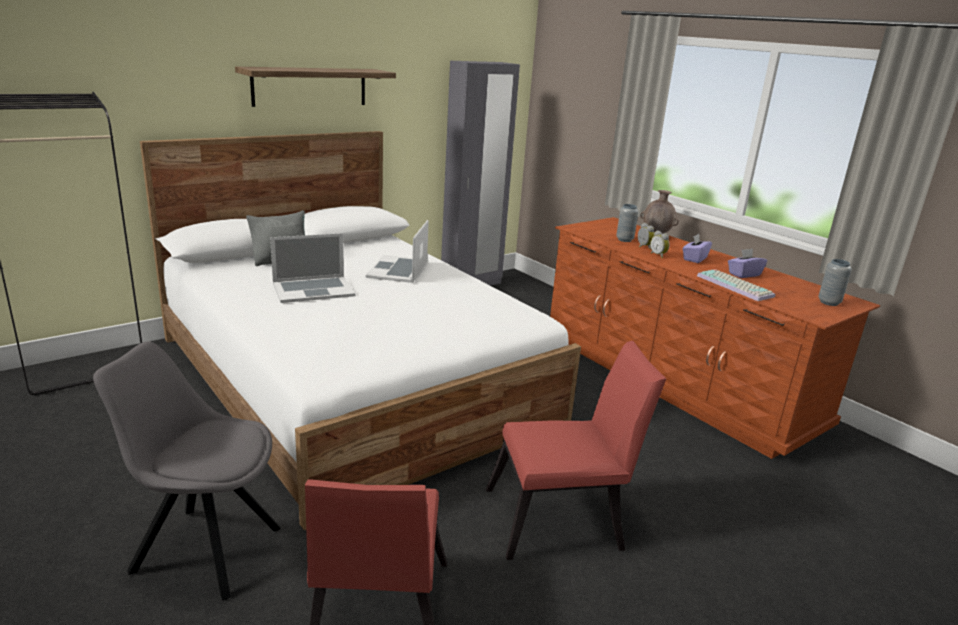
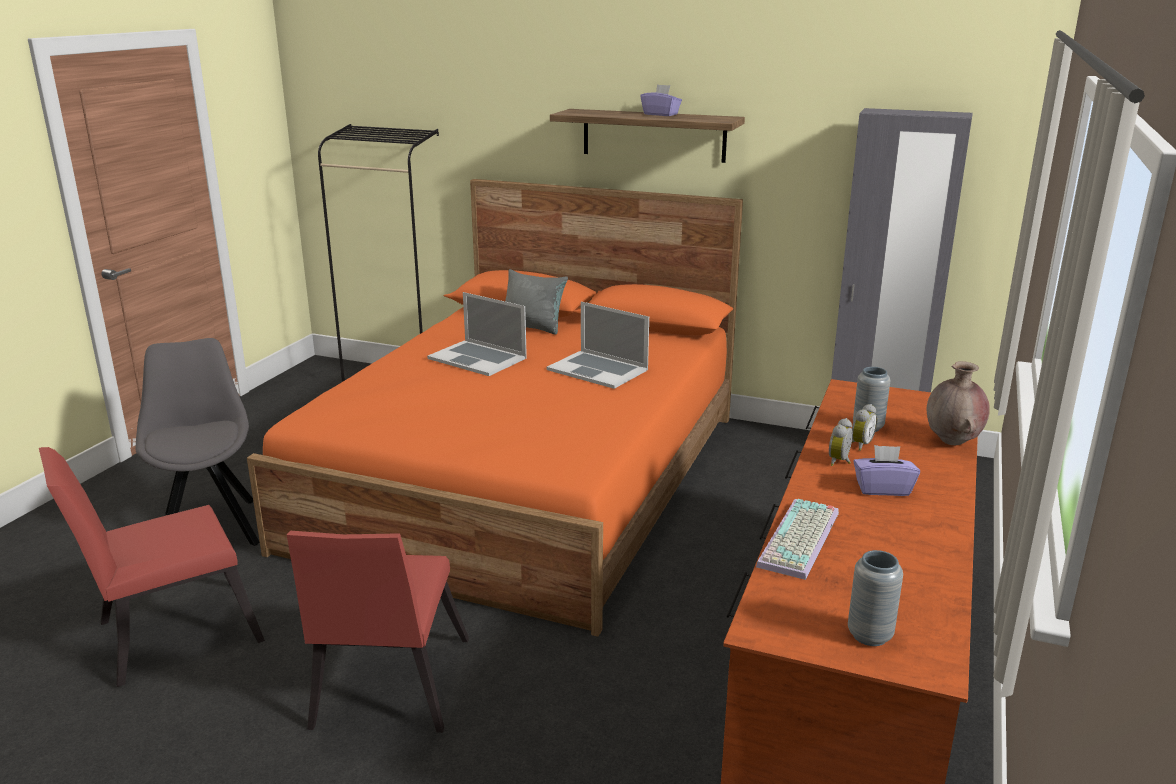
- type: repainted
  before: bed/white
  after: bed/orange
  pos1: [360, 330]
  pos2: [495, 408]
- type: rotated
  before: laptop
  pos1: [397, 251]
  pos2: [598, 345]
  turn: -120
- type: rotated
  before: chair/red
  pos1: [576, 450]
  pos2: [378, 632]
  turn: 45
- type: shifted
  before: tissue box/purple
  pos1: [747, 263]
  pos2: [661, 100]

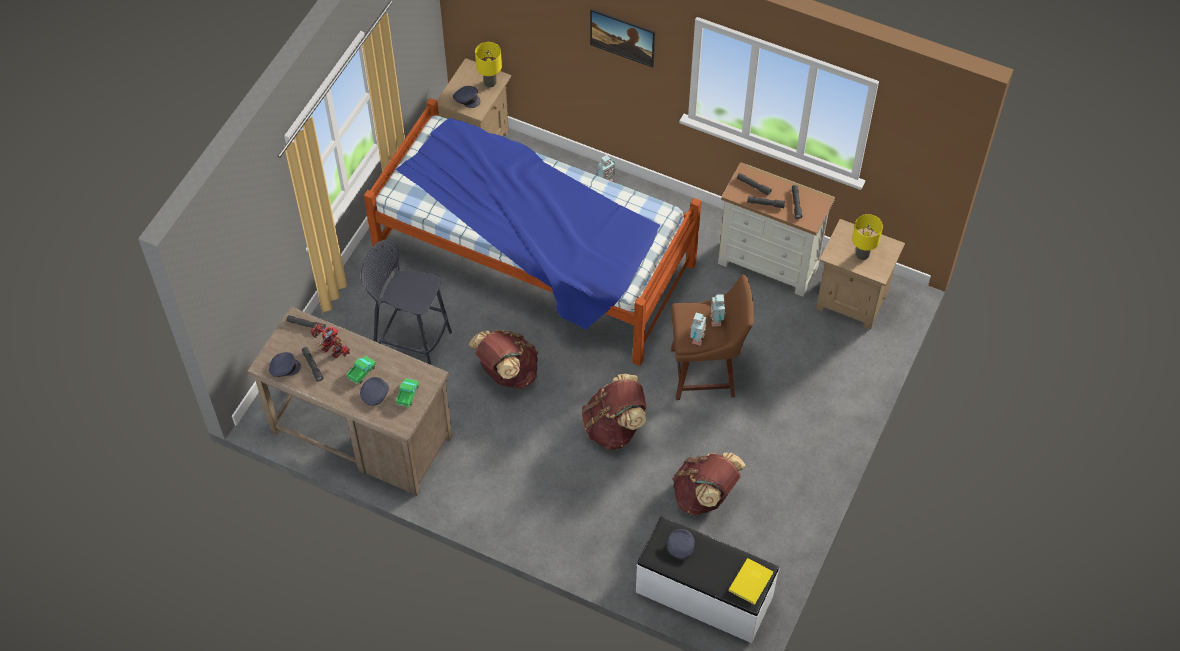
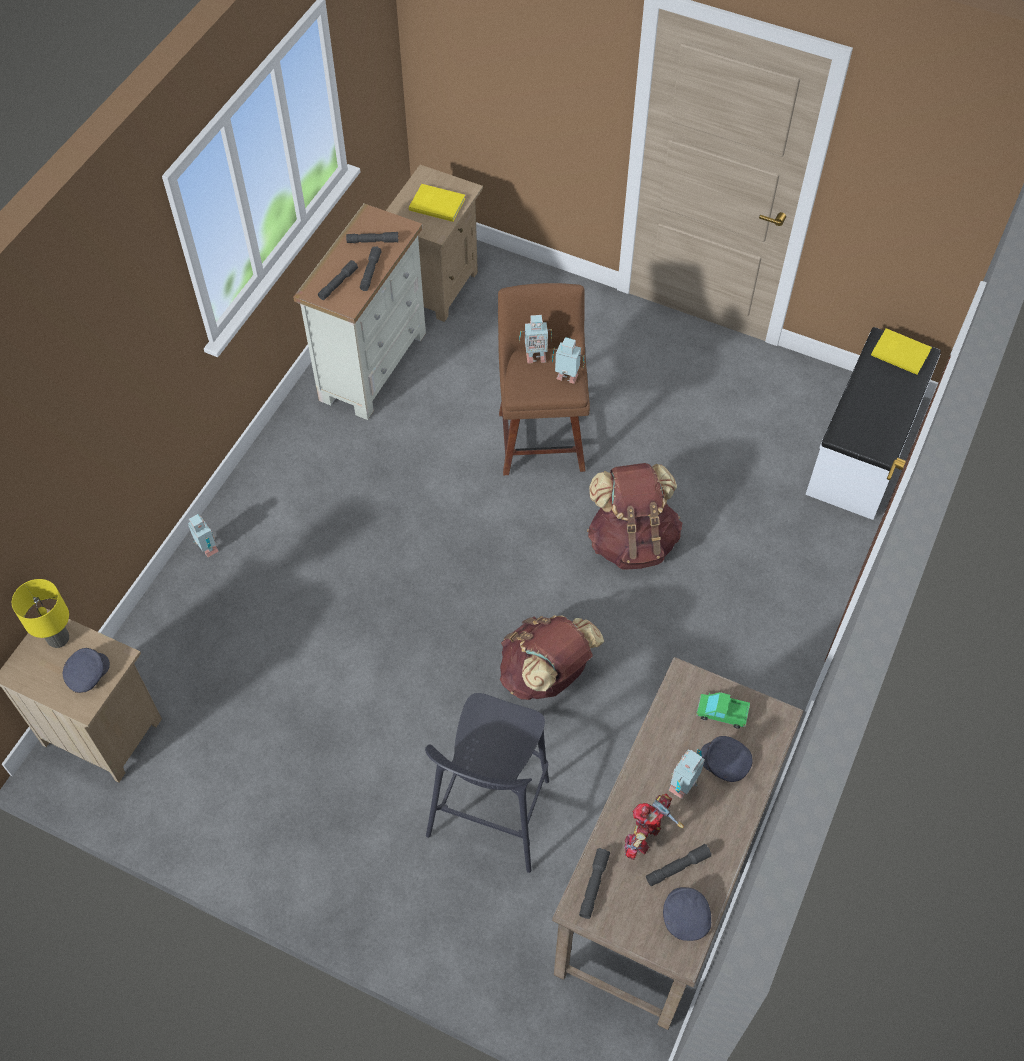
- type: swapped
  before: toy truck
  after: toy robot
  pos1: [361, 370]
  pos2: [686, 774]
- type: gone
  before: bed
  pos1: [532, 232]
- type: gone
  before: picture
  pos1: [622, 38]
- type: gone
  before: cap/grey
  pos1: [681, 544]
- type: gone
  before: backpack/brown
  pos1: [709, 484]
- type: swapped
  before: table lamp/yellow
  after: book/yellow
  pos1: [867, 237]
  pos2: [437, 203]

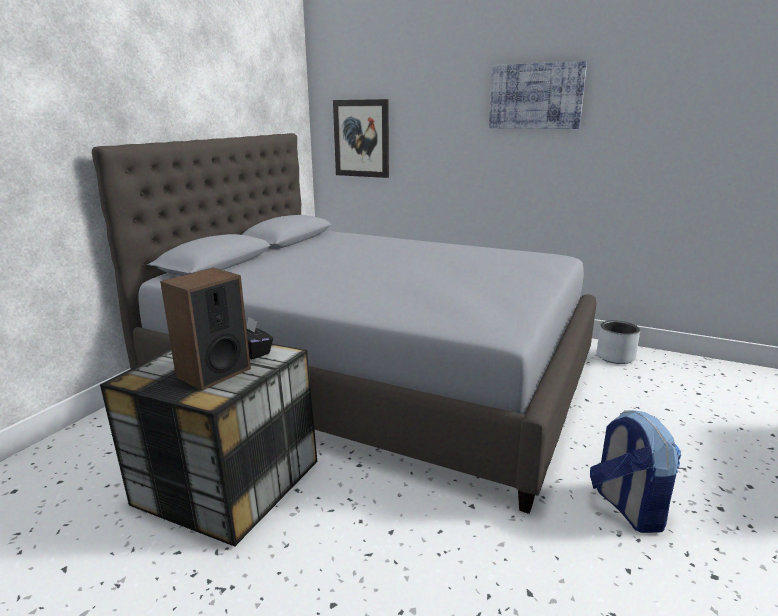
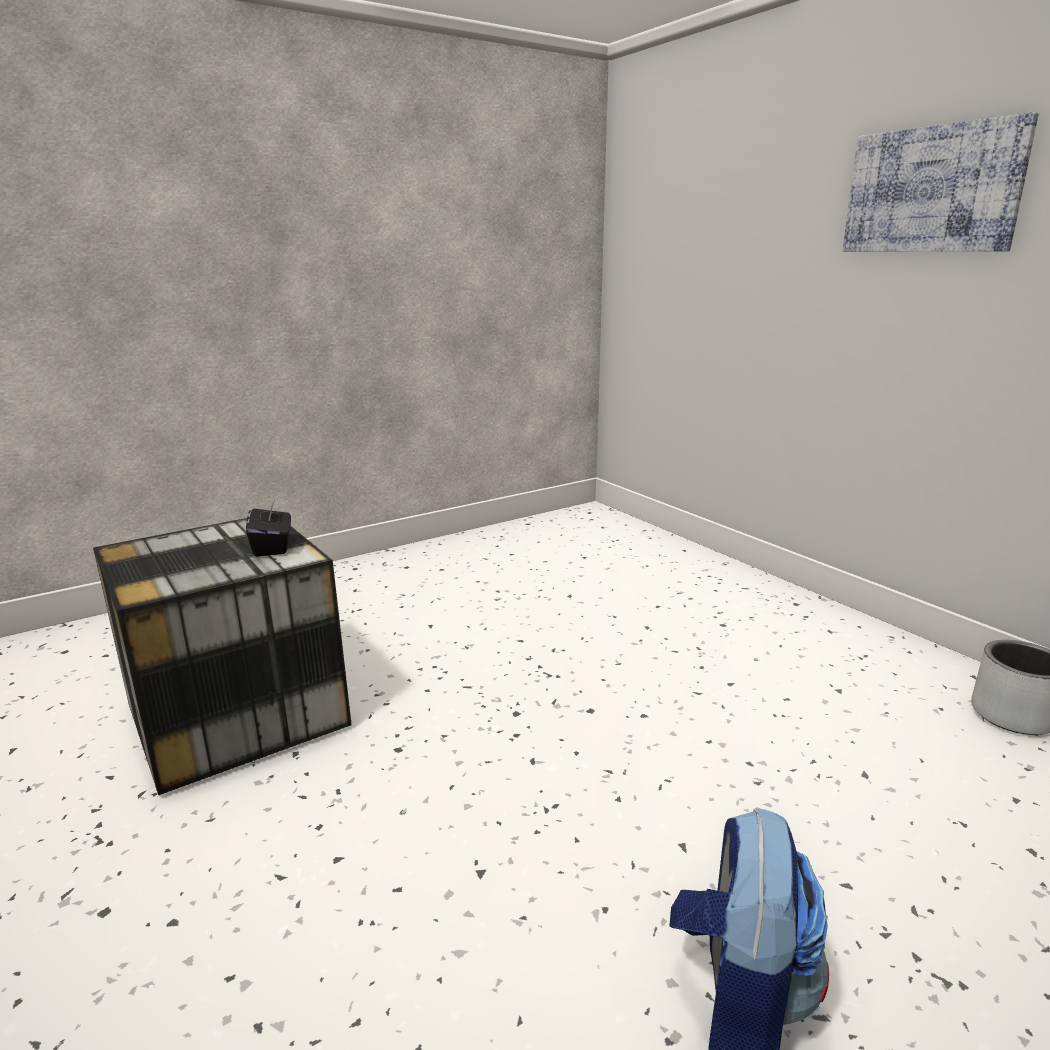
- type: gone
  before: bed/grey
  pos1: [344, 323]
- type: gone
  before: speaker
  pos1: [205, 329]
- type: gone
  before: picture
  pos1: [361, 138]

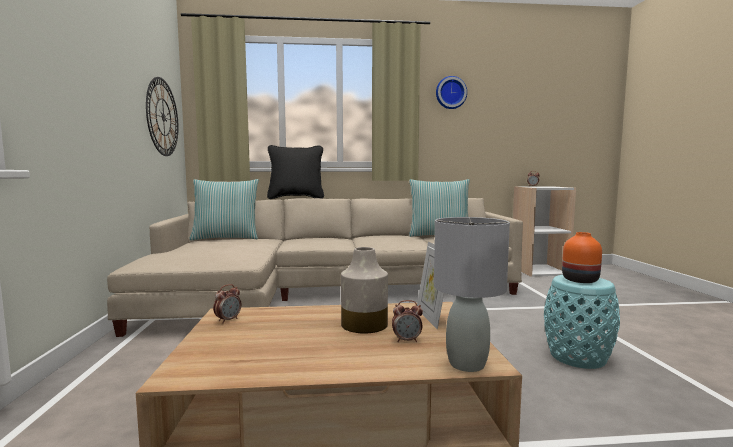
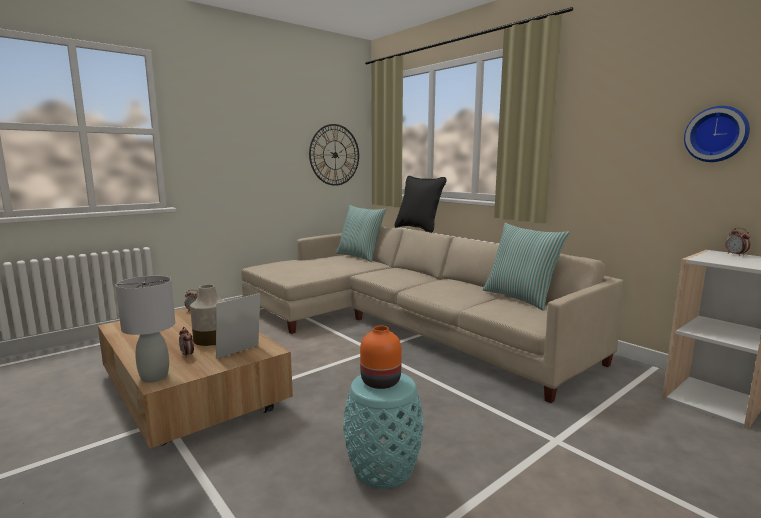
- type: shifted
  before: wall clock
  pos1: [451, 92]
  pos2: [717, 134]

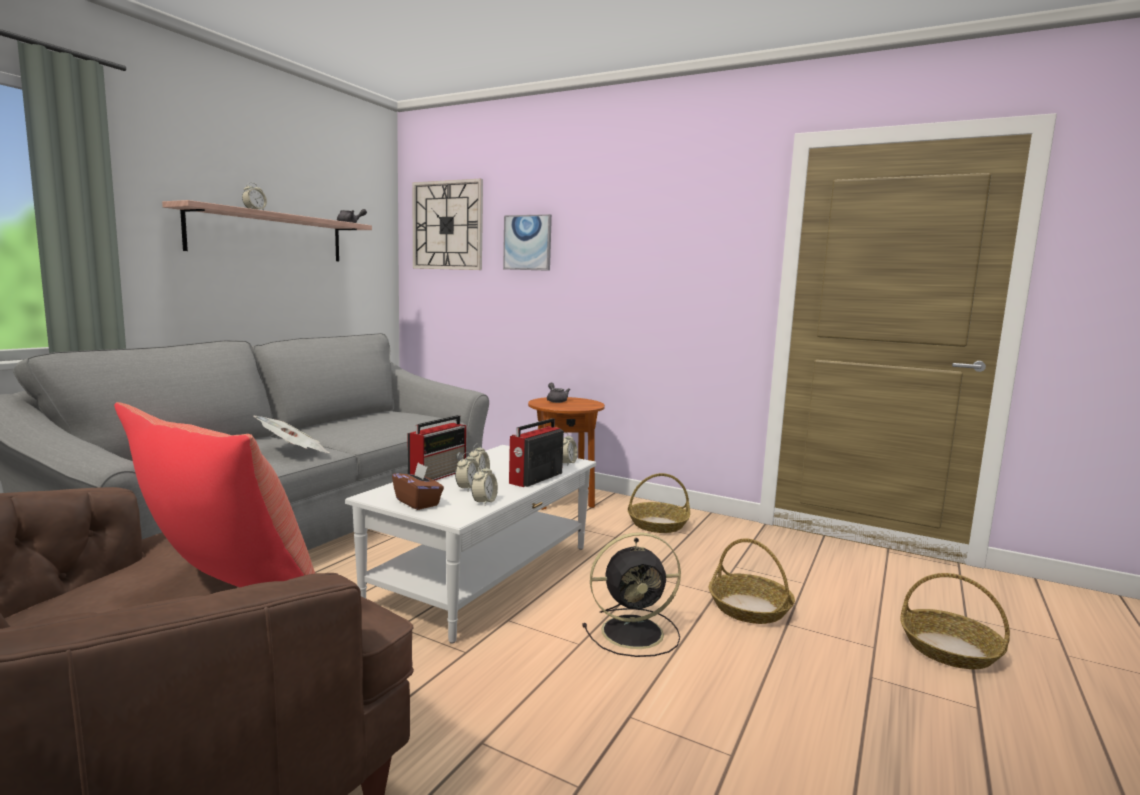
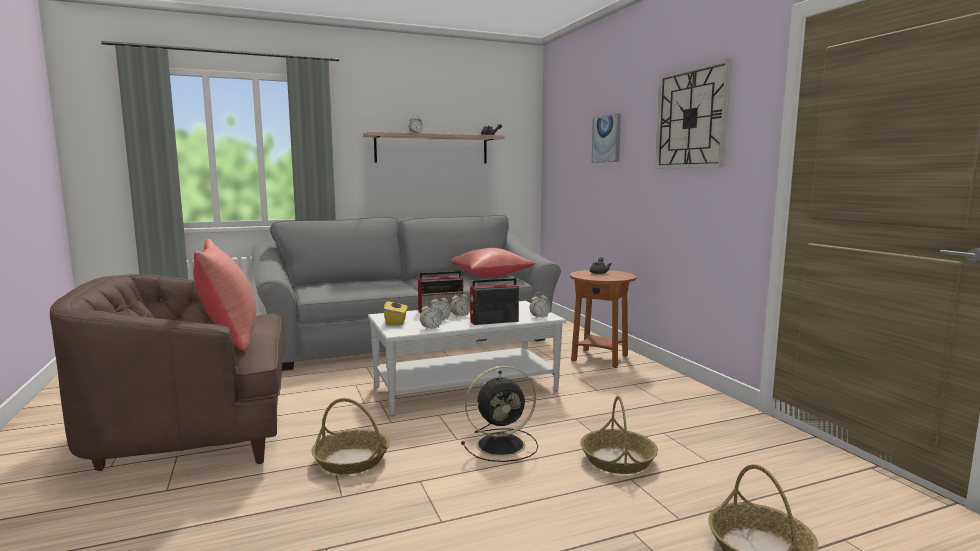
- type: gone
  before: newspaper
  pos1: [291, 434]
- type: repainted
  before: tissue box/brown
  after: tissue box/yellow
  pos1: [418, 486]
  pos2: [396, 311]
- type: shifted
  before: wall clock
  pos1: [447, 224]
  pos2: [693, 114]
- type: rotated
  before: fan/black
  pos1: [631, 594]
  pos2: [499, 414]
  turn: -45
- type: shifted
  before: basket
  pos1: [659, 503]
  pos2: [350, 436]
- type: new
  after: pillow/red
  pos2: [493, 262]

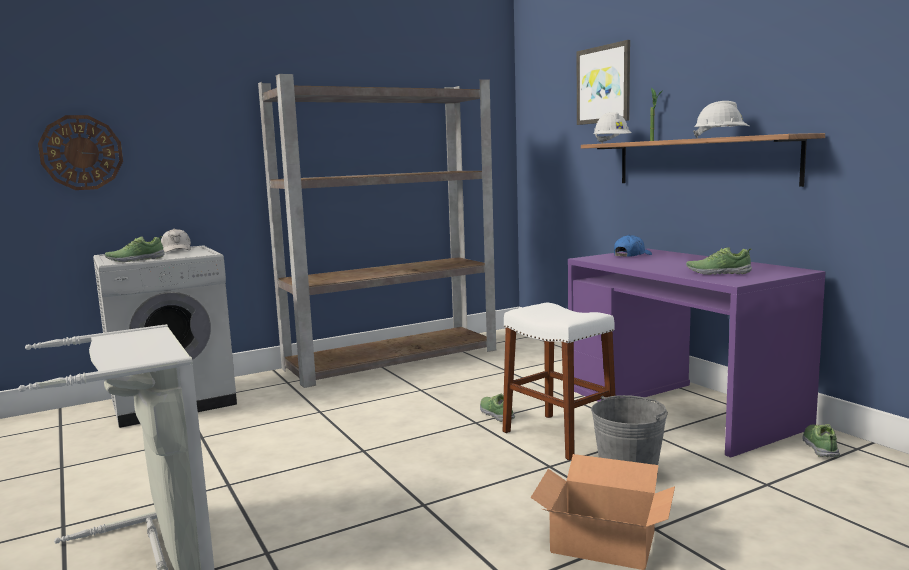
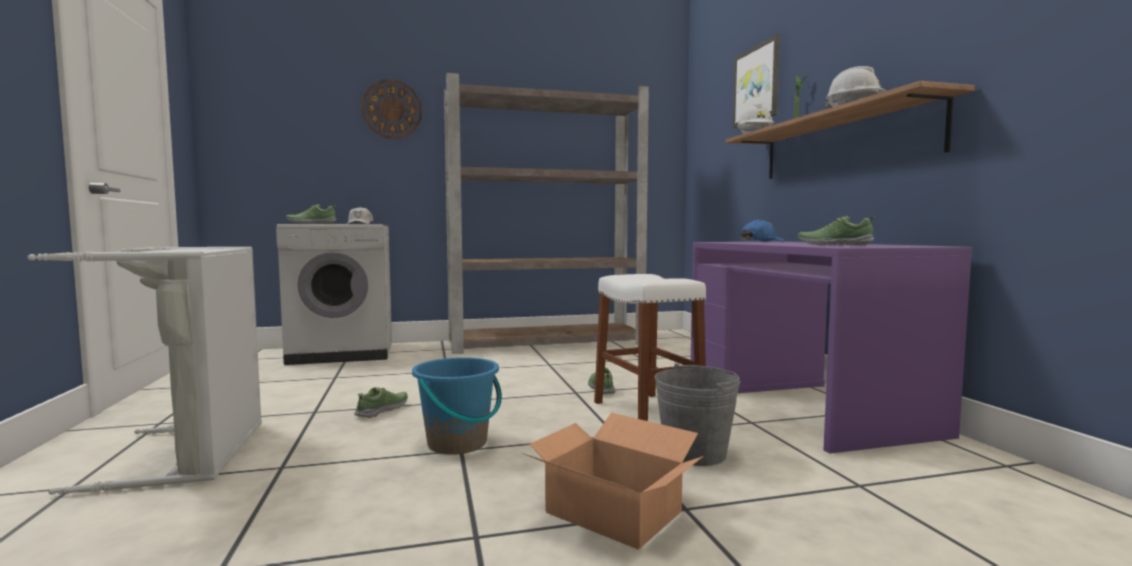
- type: shifted
  before: wall clock
  pos1: [80, 152]
  pos2: [392, 109]
- type: shifted
  before: shoe
  pos1: [821, 440]
  pos2: [381, 402]
- type: new
  after: bucket/blue
  pos2: [457, 406]

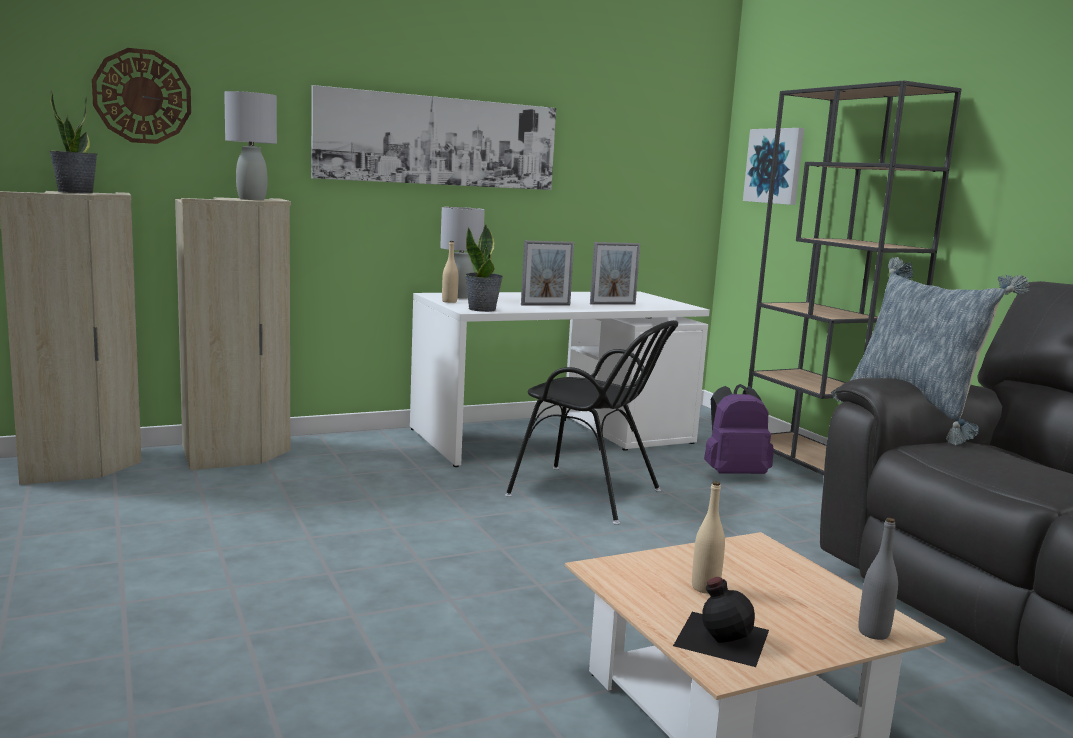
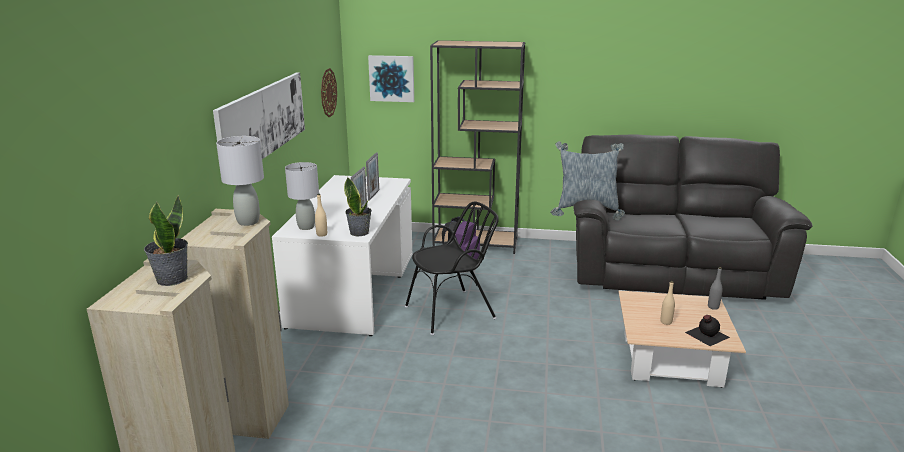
- type: shifted
  before: wall clock
  pos1: [141, 96]
  pos2: [329, 92]

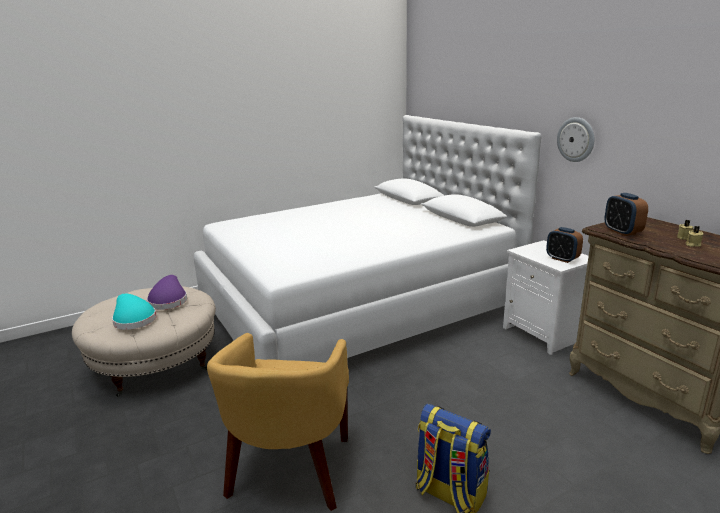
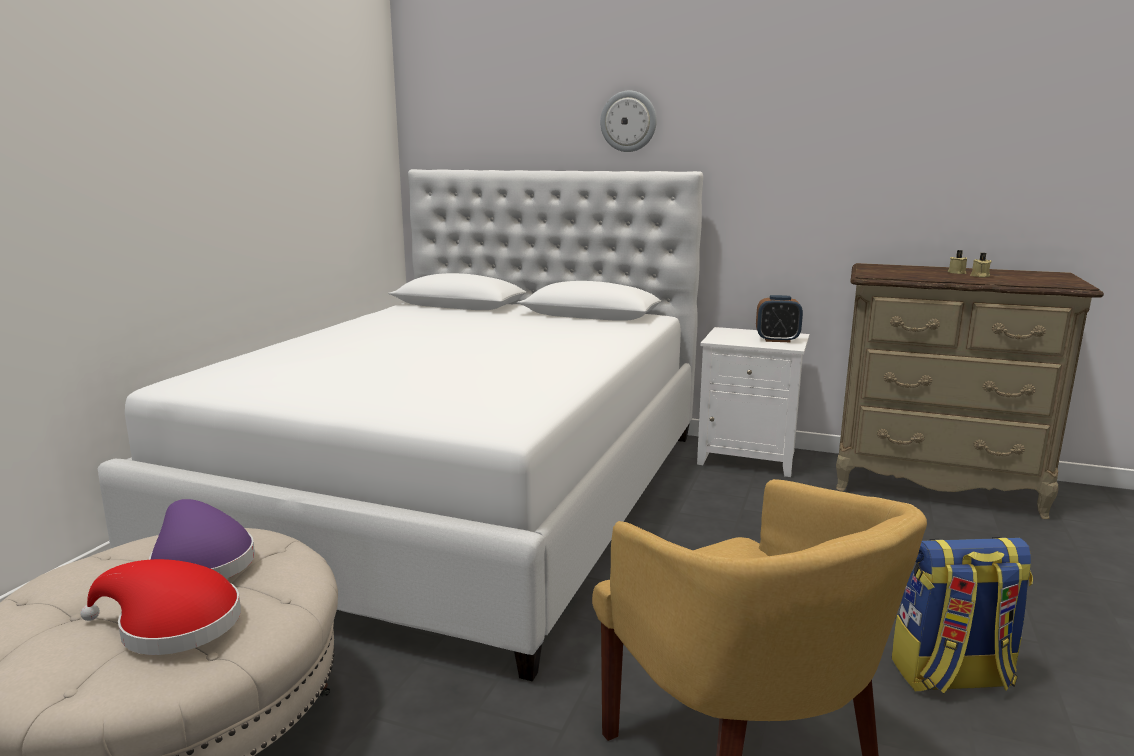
- type: repainted
  before: hat/turquoise
  after: hat/red
  pos1: [134, 312]
  pos2: [160, 607]
- type: shifted
  before: wall clock
  pos1: [575, 139]
  pos2: [628, 121]
- type: gone
  before: alarm clock
  pos1: [626, 214]

